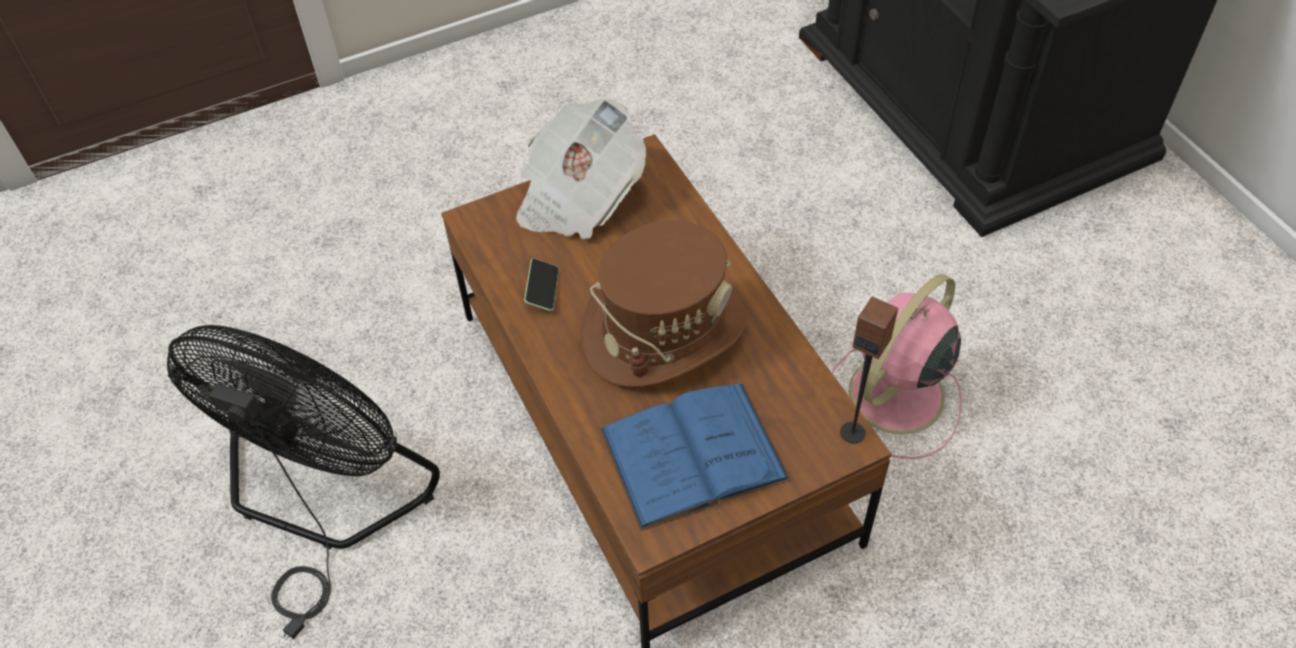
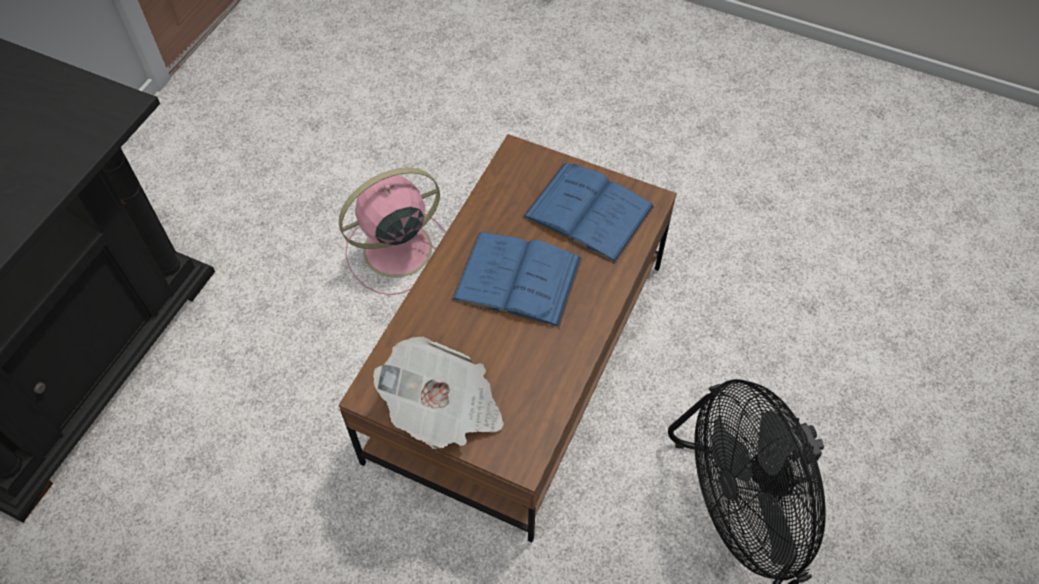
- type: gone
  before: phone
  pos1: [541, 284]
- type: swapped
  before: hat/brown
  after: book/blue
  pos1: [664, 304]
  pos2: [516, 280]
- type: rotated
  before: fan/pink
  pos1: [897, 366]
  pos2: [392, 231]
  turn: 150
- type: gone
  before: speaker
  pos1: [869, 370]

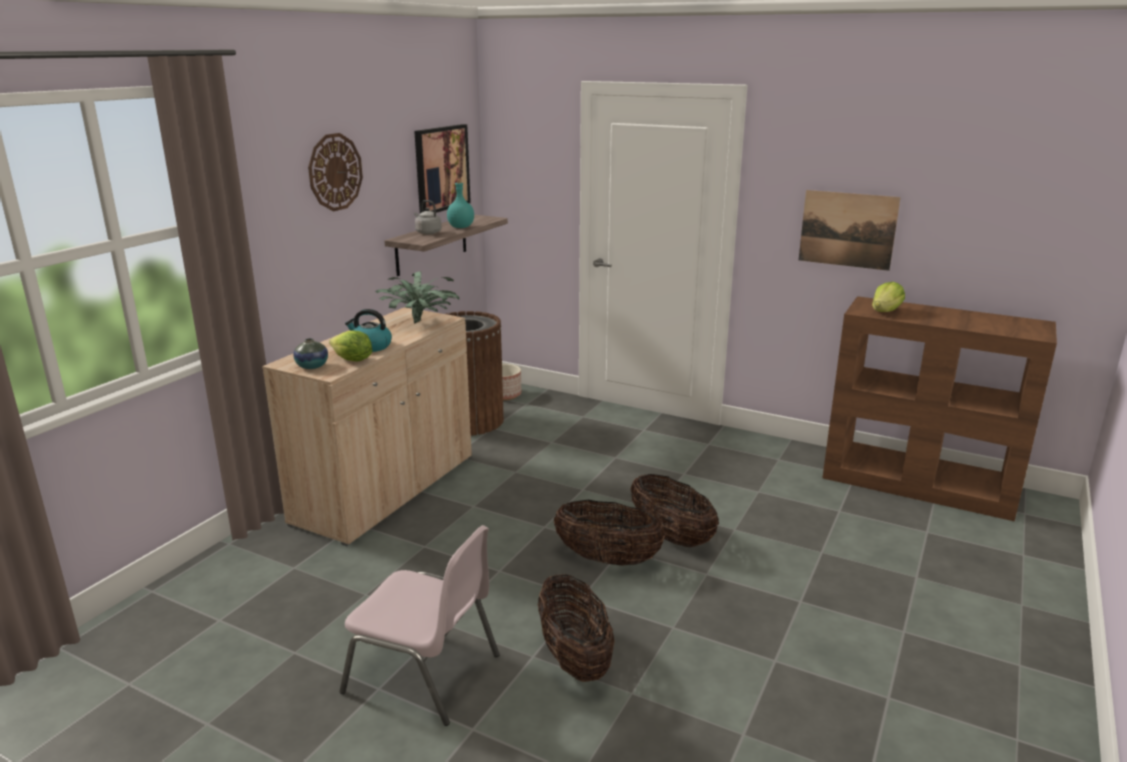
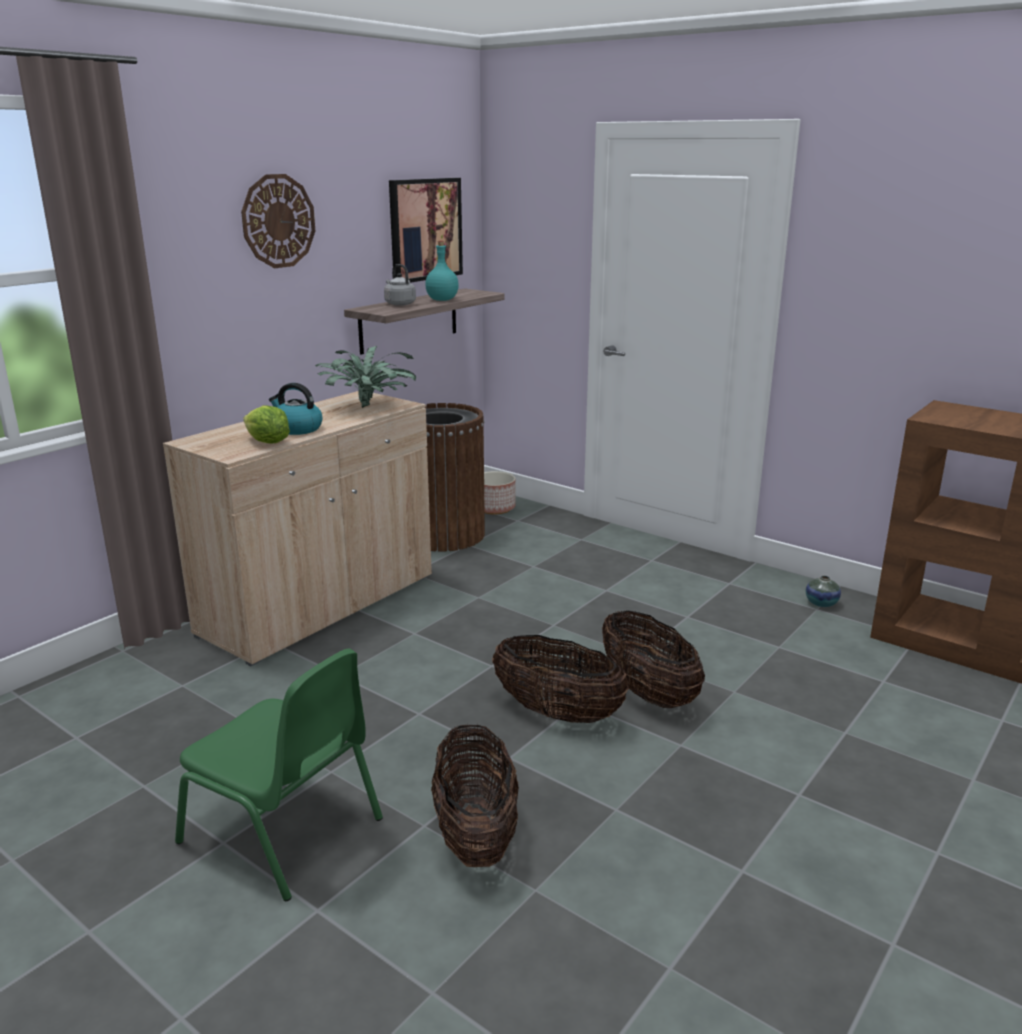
- type: shifted
  before: vase
  pos1: [310, 353]
  pos2: [823, 591]
- type: repainted
  before: chair/pink
  after: chair/green
  pos1: [420, 625]
  pos2: [279, 775]
- type: gone
  before: picture
  pos1: [850, 230]
- type: gone
  before: lettuce
  pos1: [888, 297]

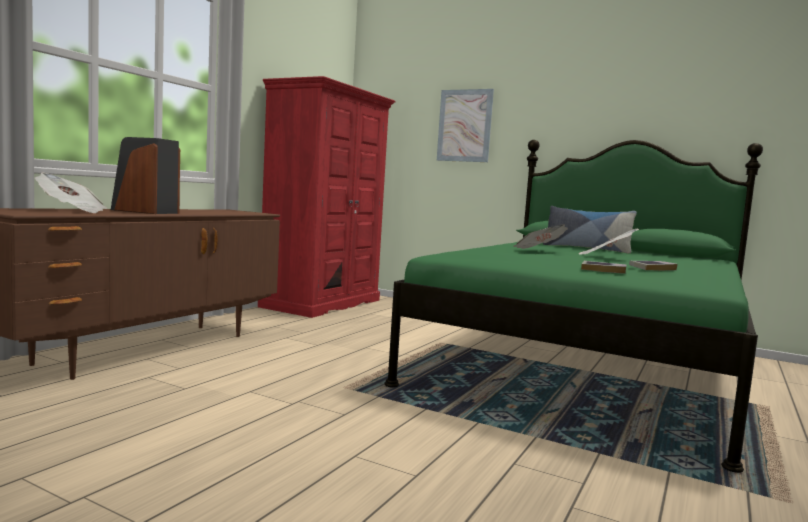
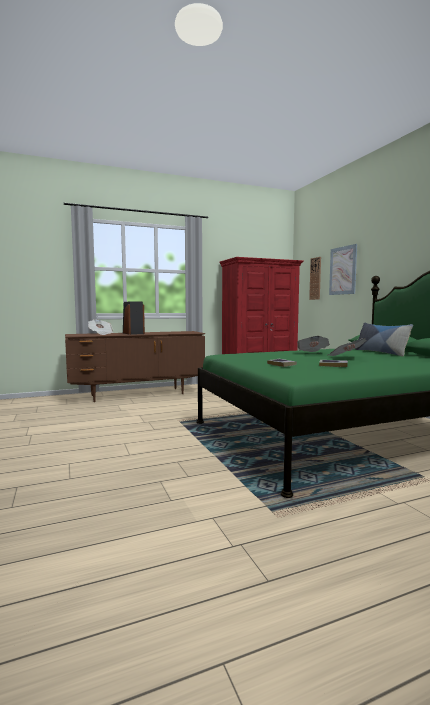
- type: new
  after: wall clock
  pos2: [315, 278]

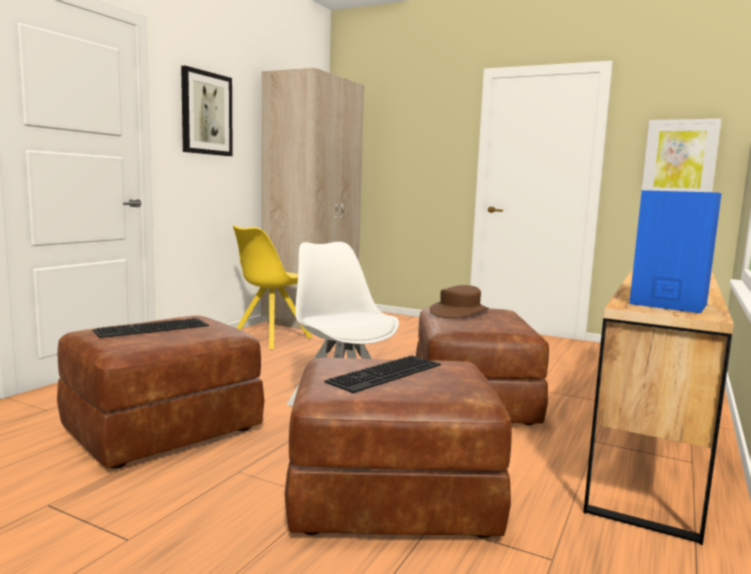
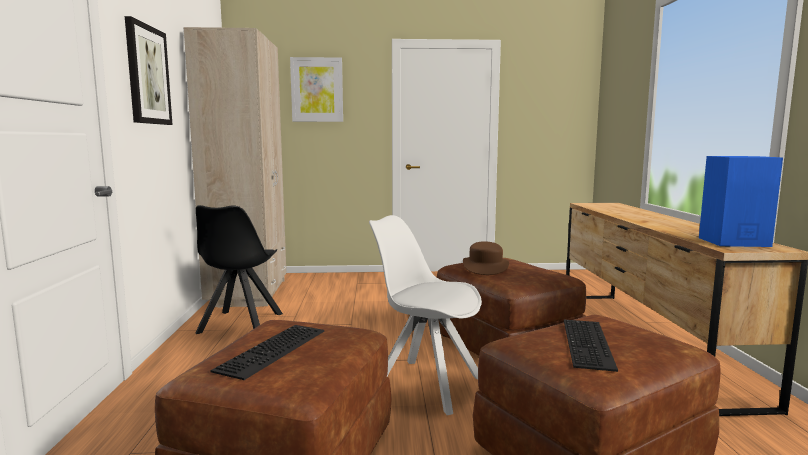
- type: repainted
  before: chair/yellow
  after: chair/black
  pos1: [273, 287]
  pos2: [239, 269]
- type: shifted
  before: picture
  pos1: [681, 155]
  pos2: [316, 89]

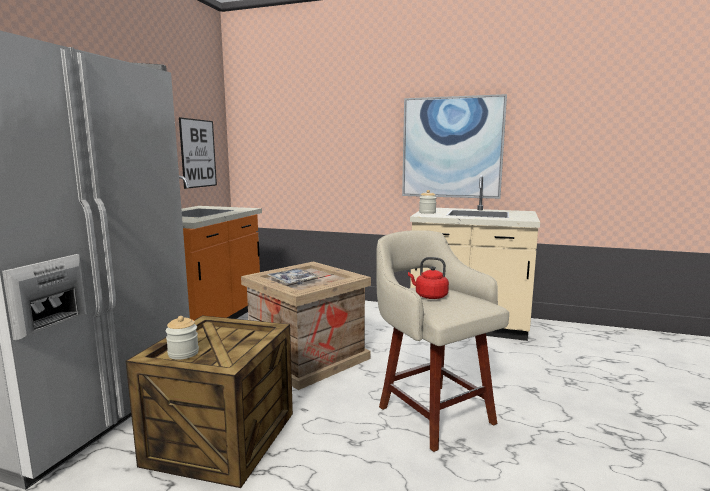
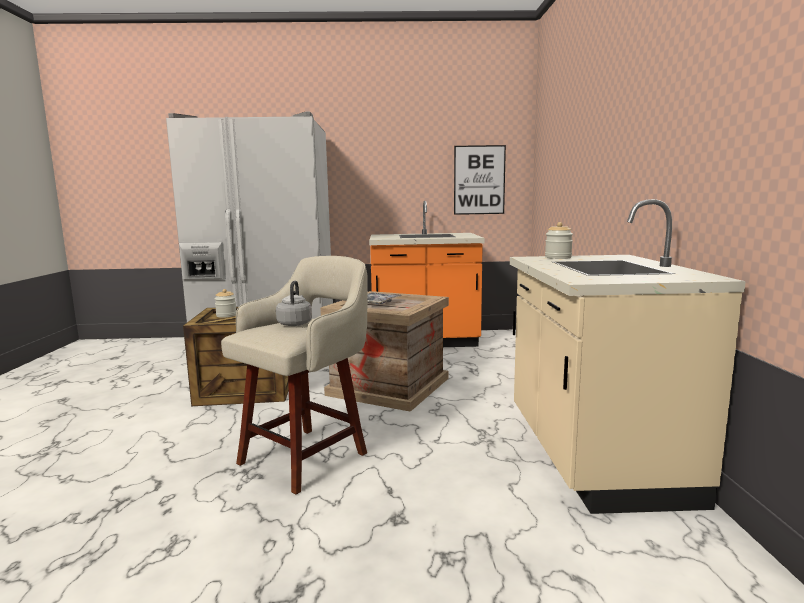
- type: gone
  before: picture
  pos1: [454, 146]
- type: repainted
  before: kettle/red
  after: kettle/grey
  pos1: [428, 278]
  pos2: [294, 303]

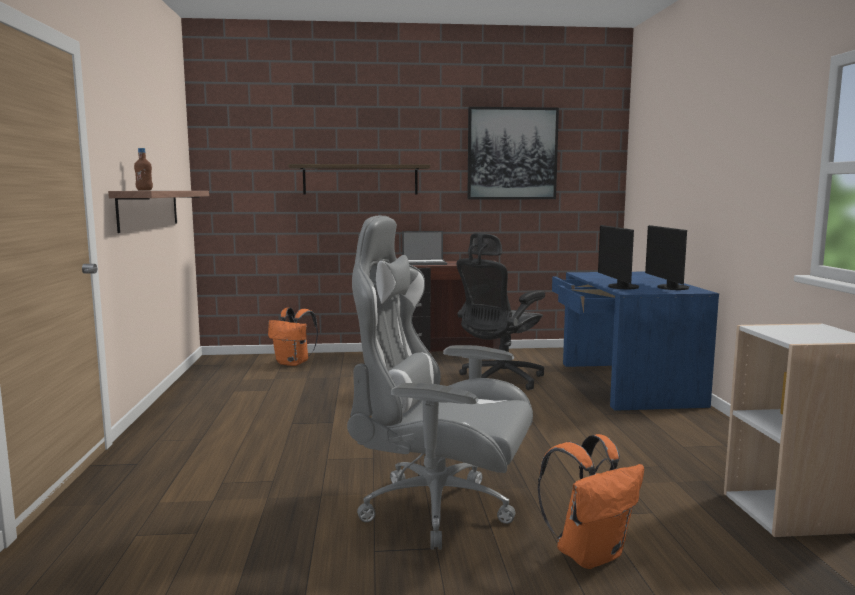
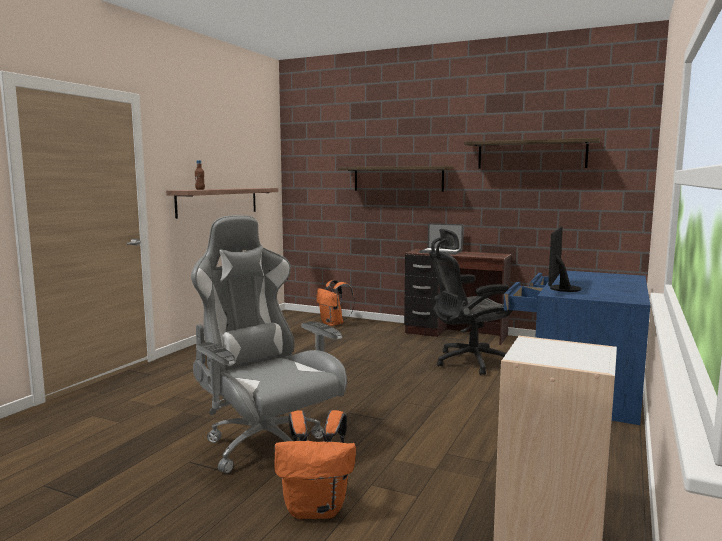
- type: swapped
  before: picture
  after: shelf
  pos1: [513, 153]
  pos2: [532, 153]
- type: gone
  before: monitor
  pos1: [667, 257]

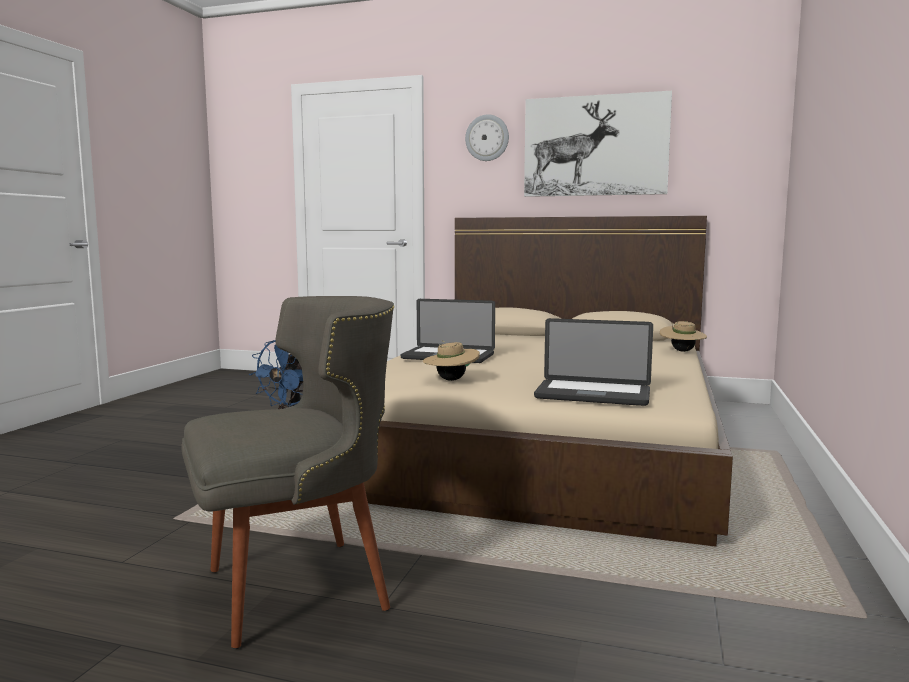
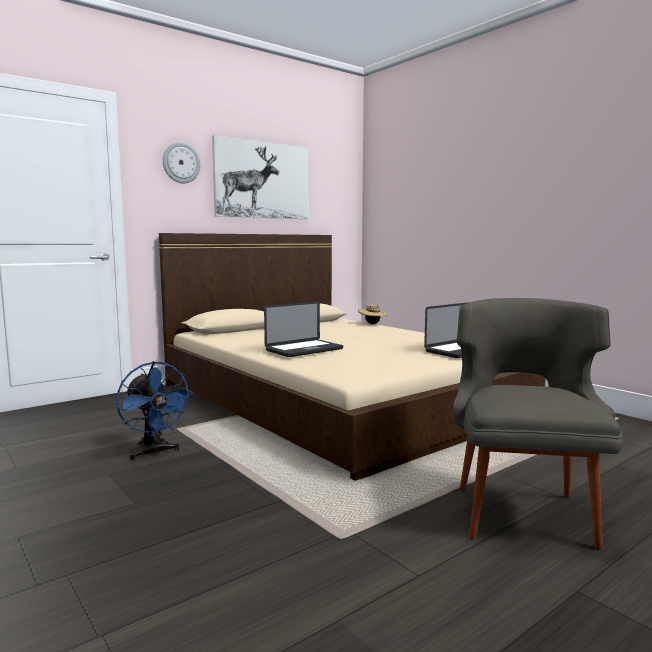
- type: gone
  before: hat/beige
  pos1: [451, 361]

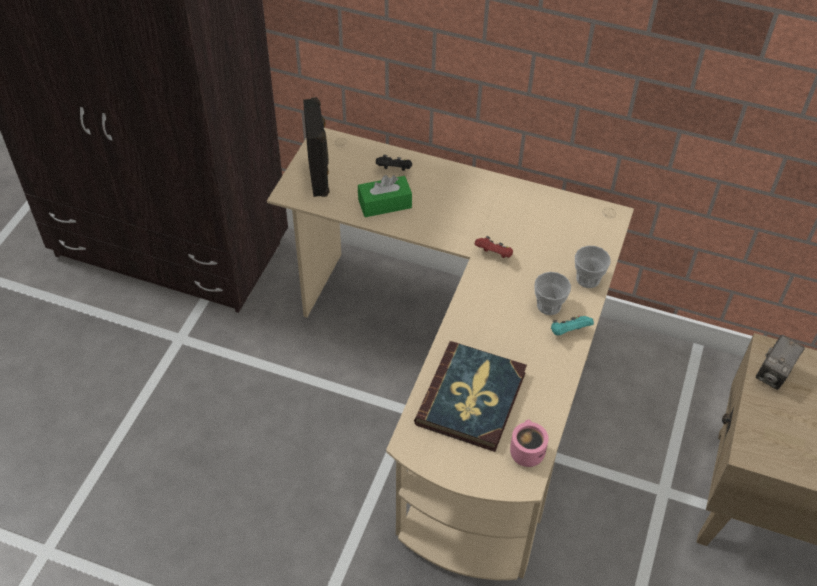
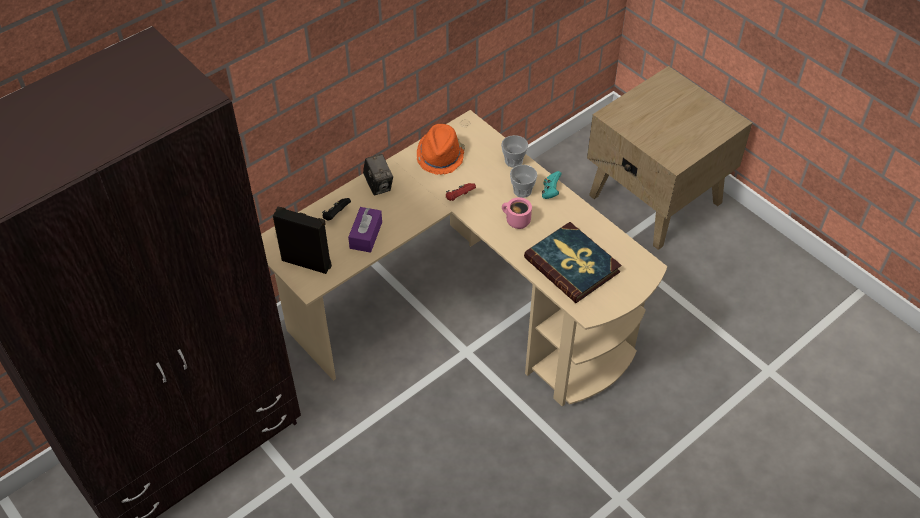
- type: repainted
  before: tissue box/green
  after: tissue box/purple
  pos1: [385, 196]
  pos2: [365, 230]
- type: shifted
  before: mug/pink
  pos1: [529, 443]
  pos2: [517, 213]
- type: shifted
  before: photo camera
  pos1: [780, 362]
  pos2: [378, 174]
- type: new
  after: hat/orange
  pos2: [441, 149]

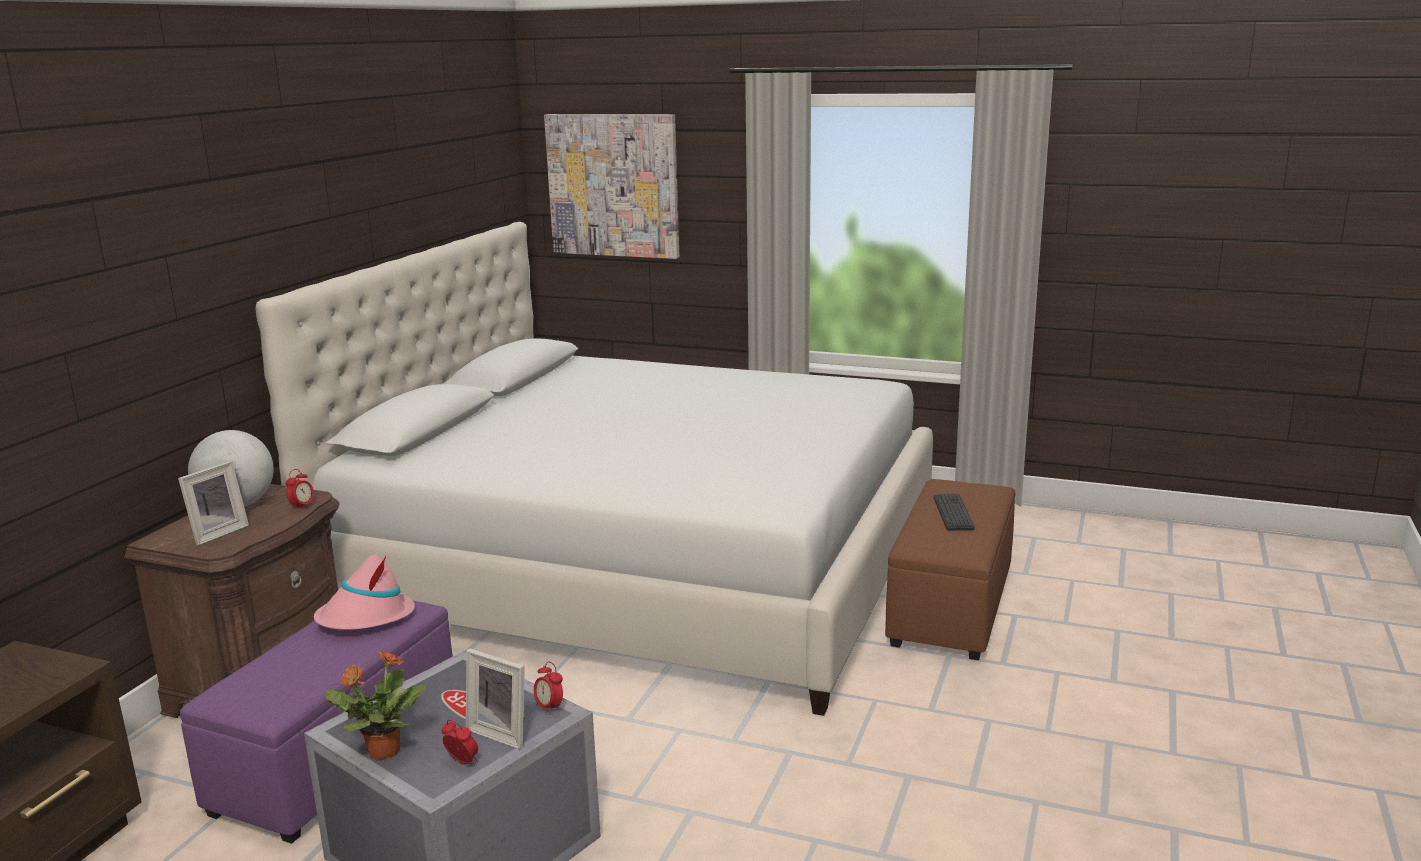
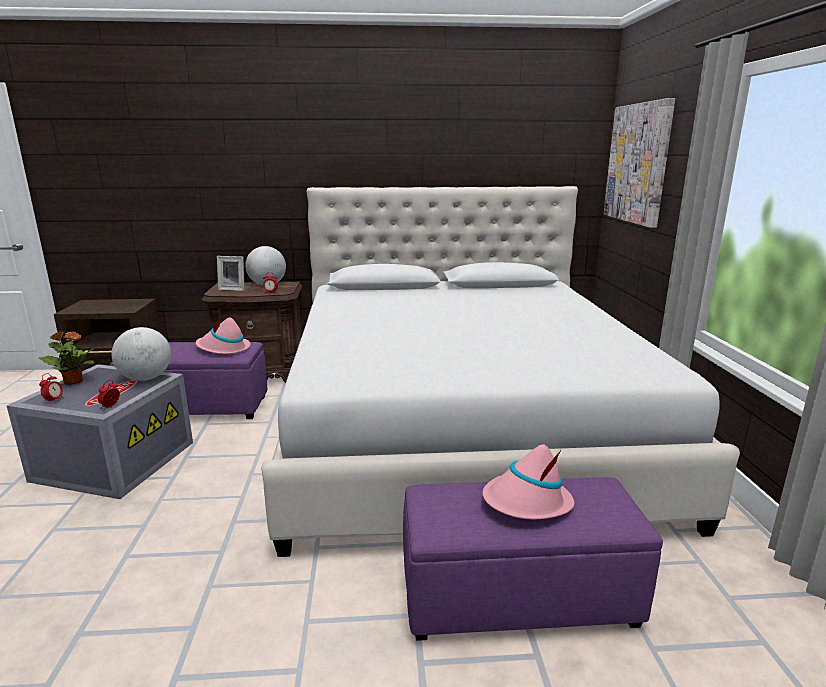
- type: gone
  before: picture frame
  pos1: [495, 698]
- type: repainted
  before: ottoman/brown
  after: ottoman/purple
  pos1: [950, 569]
  pos2: [533, 559]
- type: swapped
  before: keyboard
  after: hat/pink
  pos1: [954, 512]
  pos2: [528, 481]
- type: new
  after: globe
  pos2: [141, 354]

